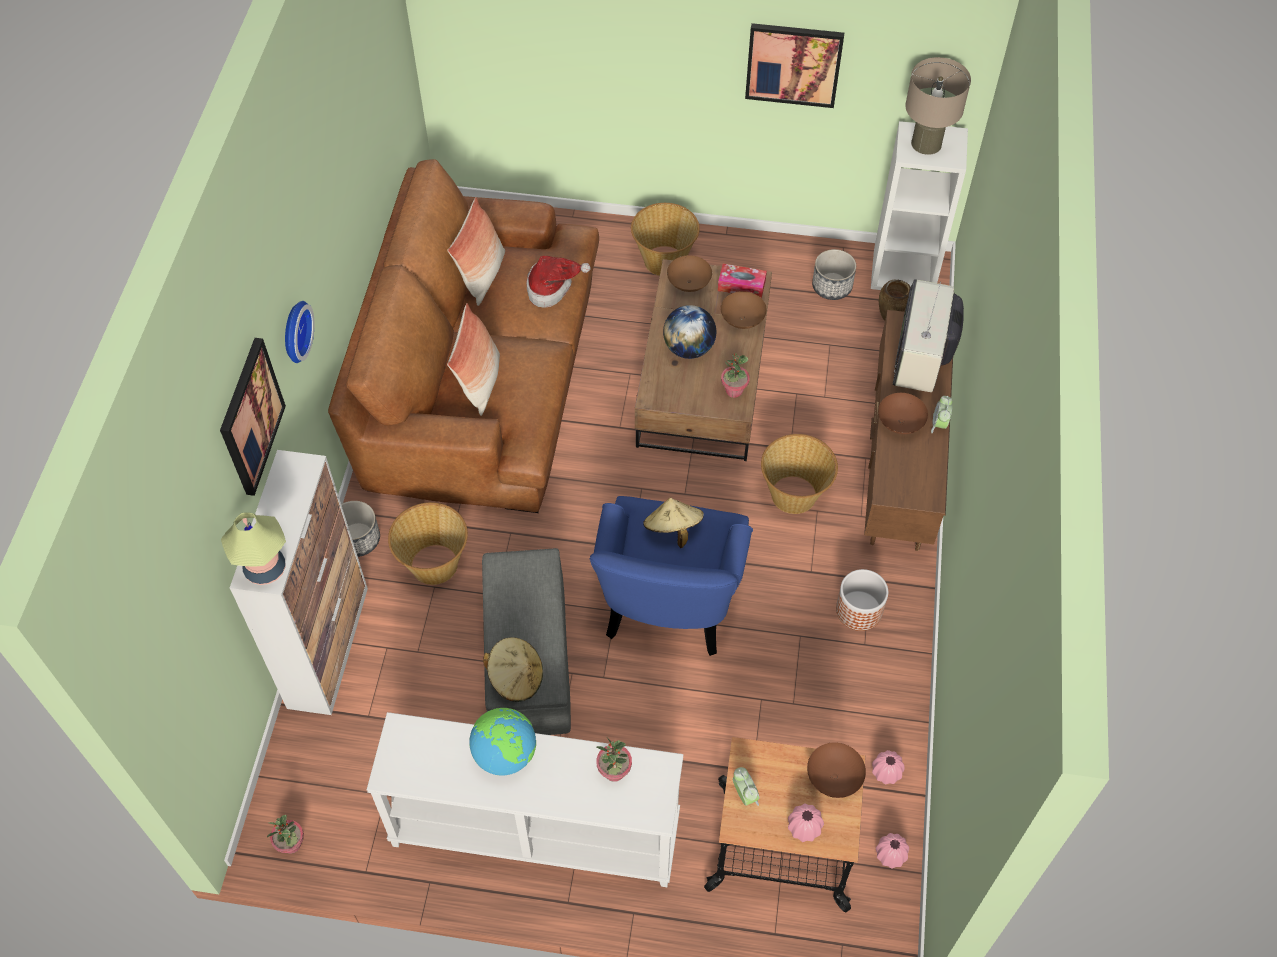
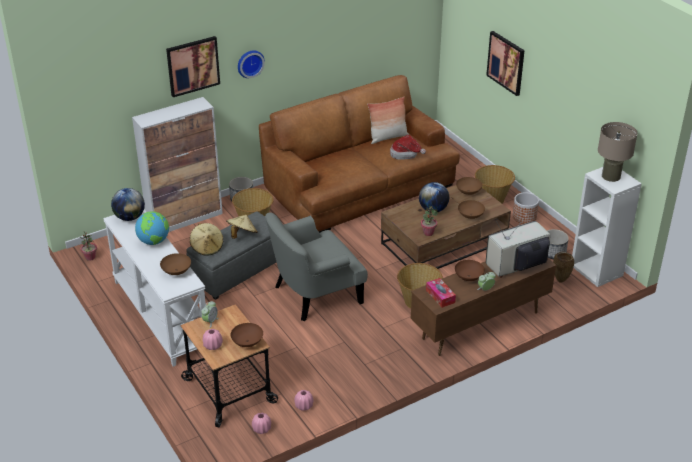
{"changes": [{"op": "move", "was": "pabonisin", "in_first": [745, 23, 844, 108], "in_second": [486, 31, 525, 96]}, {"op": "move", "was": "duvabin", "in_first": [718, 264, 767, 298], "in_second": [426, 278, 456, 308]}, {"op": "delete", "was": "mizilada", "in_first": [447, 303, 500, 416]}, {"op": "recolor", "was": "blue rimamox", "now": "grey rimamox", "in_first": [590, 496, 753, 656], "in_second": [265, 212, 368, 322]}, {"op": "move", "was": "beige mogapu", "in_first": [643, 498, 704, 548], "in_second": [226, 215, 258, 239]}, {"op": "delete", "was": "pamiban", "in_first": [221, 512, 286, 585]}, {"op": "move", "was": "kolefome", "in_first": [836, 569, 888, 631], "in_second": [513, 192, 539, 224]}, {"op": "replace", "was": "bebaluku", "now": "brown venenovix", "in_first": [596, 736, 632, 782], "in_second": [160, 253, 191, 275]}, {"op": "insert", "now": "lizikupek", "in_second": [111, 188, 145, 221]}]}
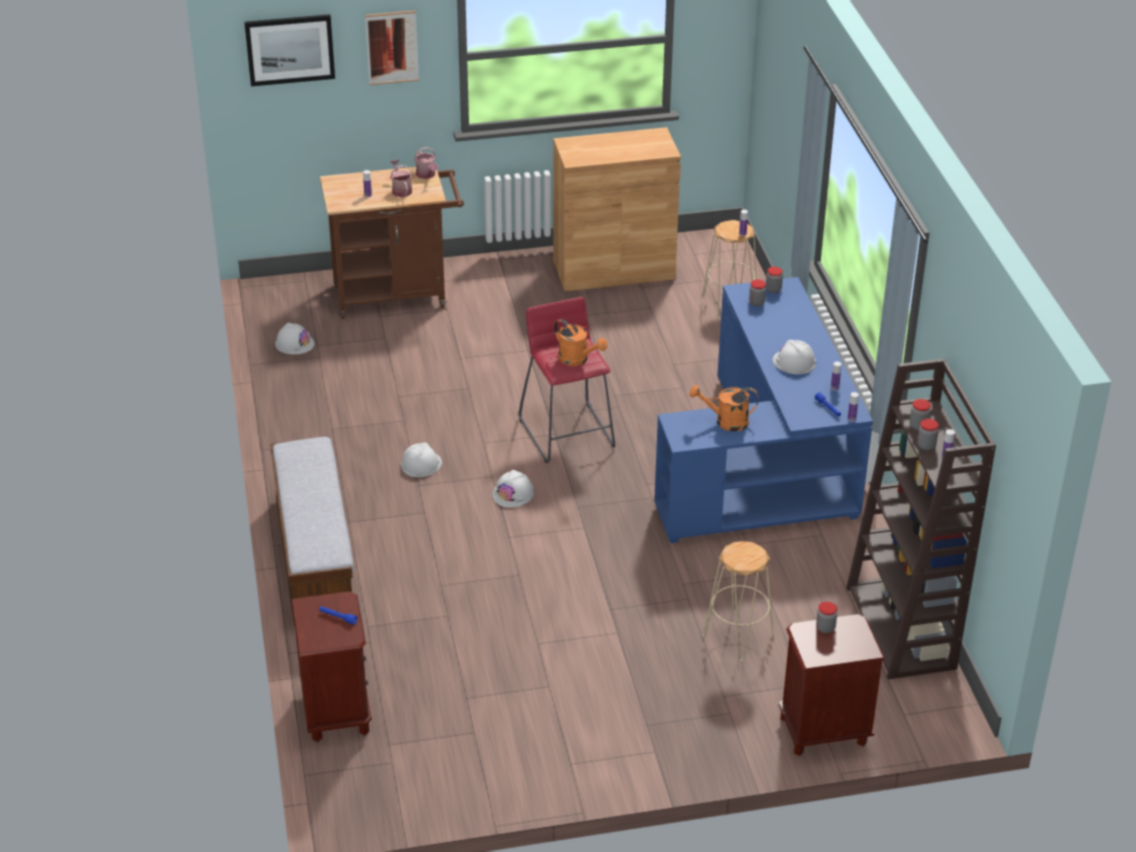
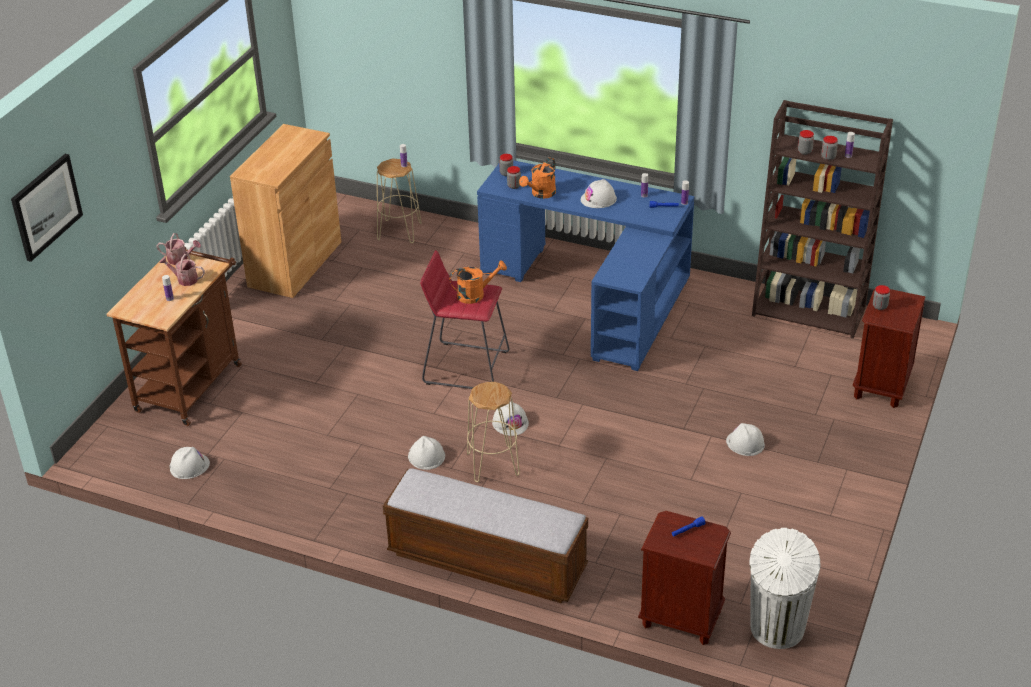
{"changes": [{"op": "delete", "was": "pabonisin", "in_first": [365, 11, 419, 85]}, {"op": "move", "was": "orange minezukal", "in_first": [689, 385, 758, 431], "in_second": [519, 158, 556, 199]}, {"op": "move", "was": "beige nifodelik", "in_first": [703, 541, 774, 661], "in_second": [467, 382, 520, 482]}, {"op": "insert", "now": "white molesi", "in_second": [726, 423, 765, 456]}, {"op": "insert", "now": "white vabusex", "in_second": [750, 528, 820, 649]}]}
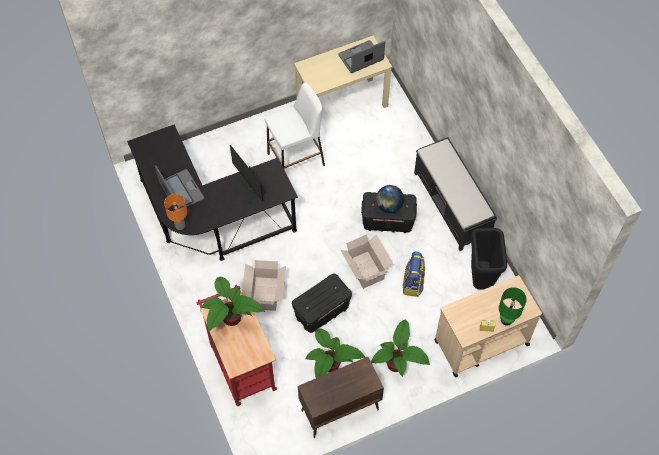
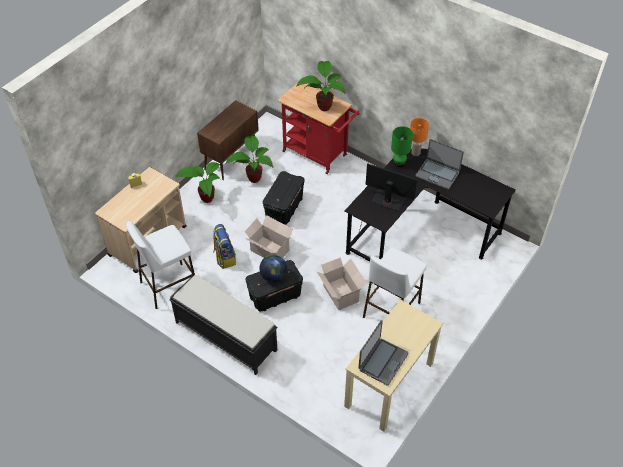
{"changes": [{"op": "replace", "was": "black vabusex", "now": "white nifodelik", "in_first": [471, 228, 507, 290], "in_second": [126, 221, 195, 309]}, {"op": "move", "was": "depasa", "in_first": [242, 260, 286, 311], "in_second": [317, 257, 367, 310]}, {"op": "move", "was": "green pamiban", "in_first": [499, 287, 527, 326], "in_second": [391, 126, 413, 168]}]}
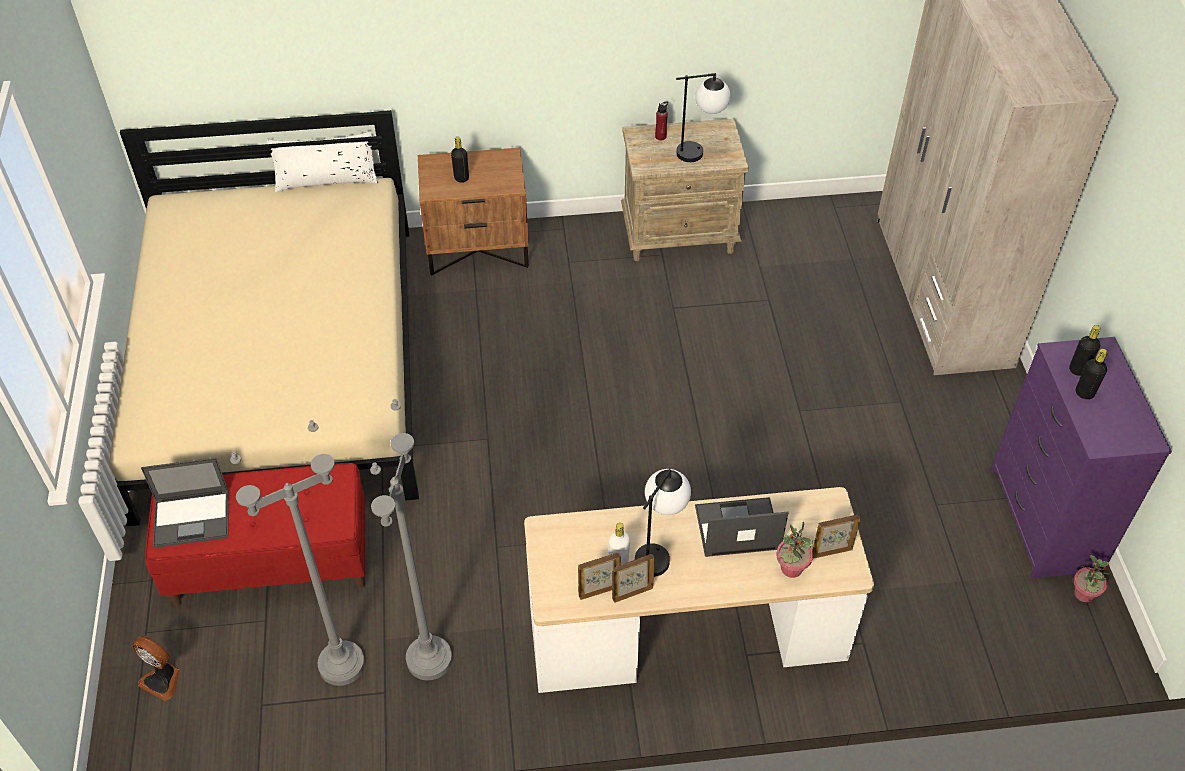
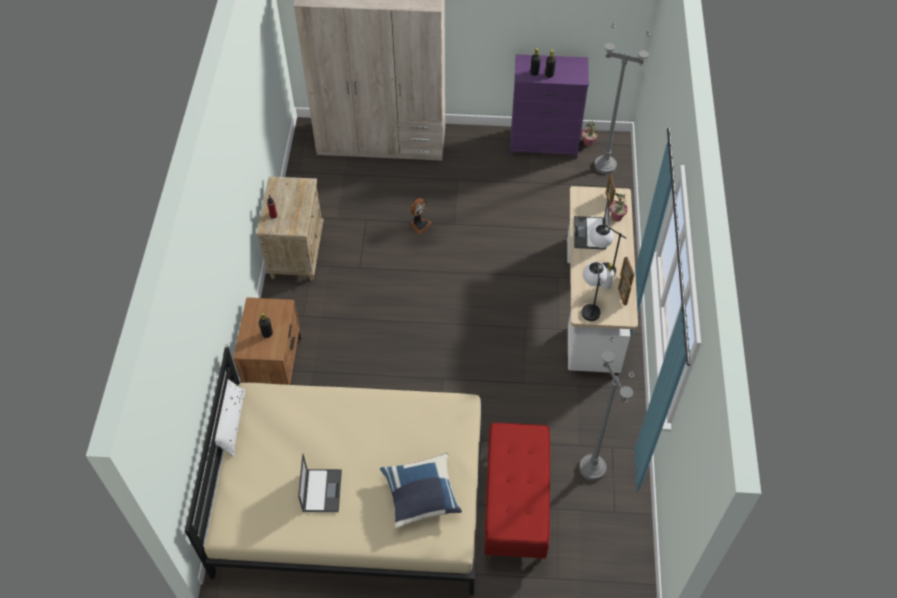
{"changes": [{"op": "move", "was": "pamiban", "in_first": [676, 73, 731, 162], "in_second": [581, 262, 608, 321]}, {"op": "move", "was": "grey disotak", "in_first": [370, 399, 452, 680], "in_second": [594, 23, 650, 174]}, {"op": "move", "was": "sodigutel", "in_first": [141, 457, 229, 548], "in_second": [298, 454, 342, 512]}, {"op": "move", "was": "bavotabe", "in_first": [132, 636, 180, 701], "in_second": [410, 198, 431, 234]}, {"op": "insert", "now": "blue mizilada", "in_second": [380, 453, 462, 528]}]}
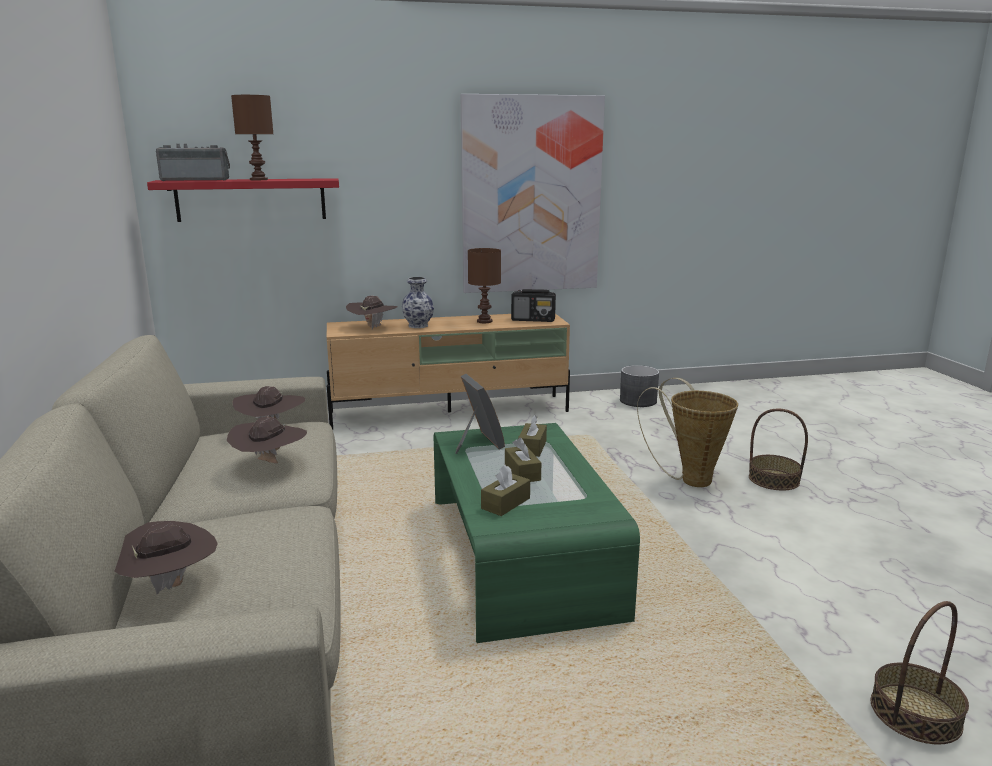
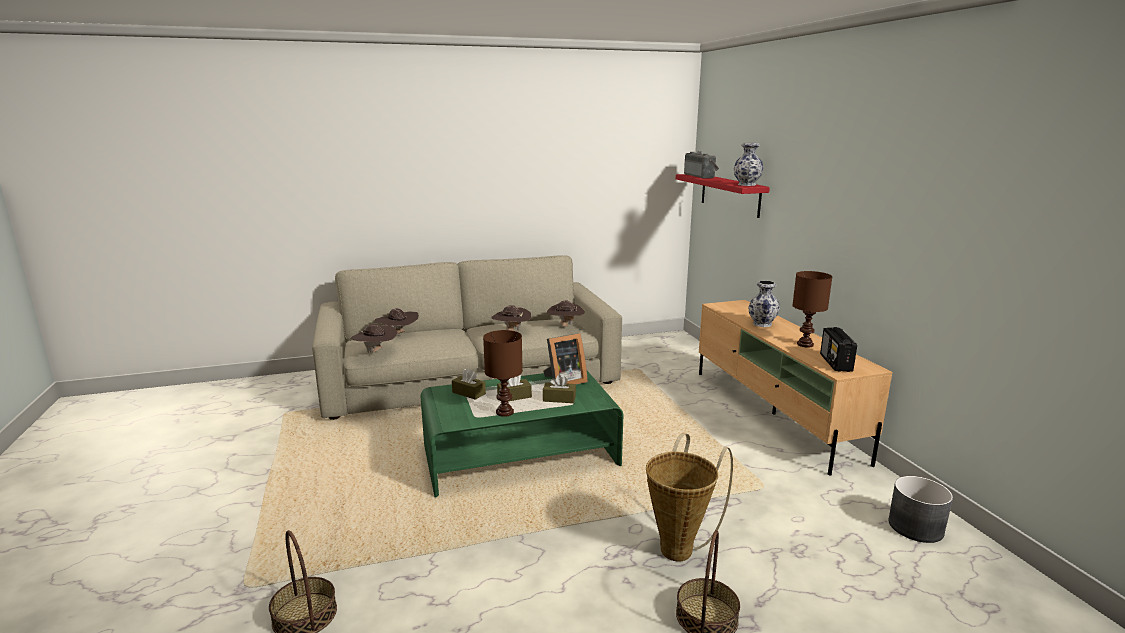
{"changes": [{"op": "delete", "was": "pabonisin", "in_first": [461, 94, 605, 293]}, {"op": "move", "was": "brown pamiban", "in_first": [231, 95, 273, 180], "in_second": [483, 330, 523, 417]}, {"op": "move", "was": "brown mogapu", "in_first": [346, 296, 398, 330], "in_second": [351, 324, 397, 352]}, {"op": "insert", "now": "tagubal", "in_second": [734, 143, 763, 186]}]}
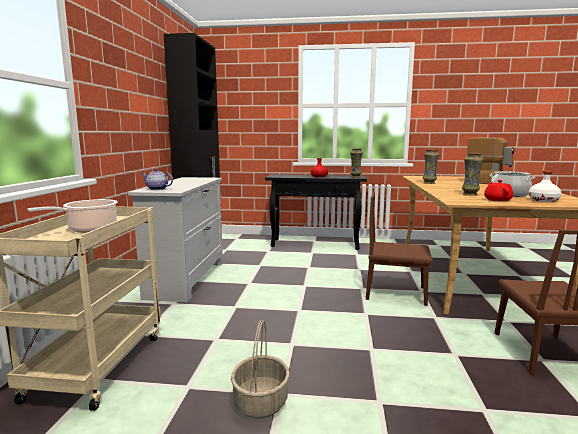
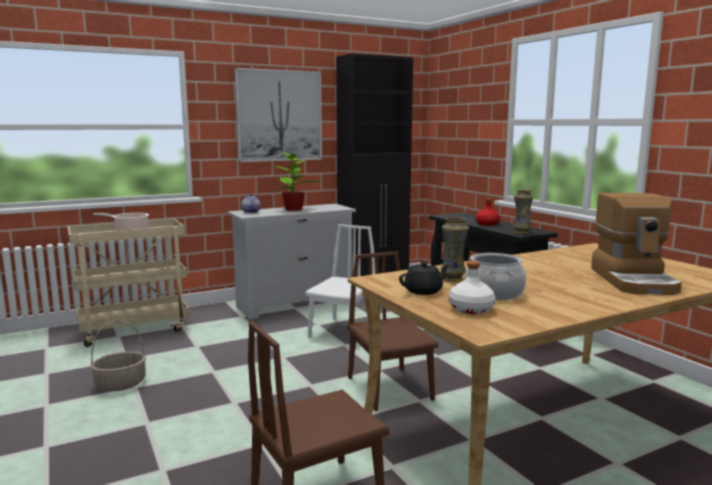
{"changes": [{"op": "delete", "was": "tagubal", "in_first": [423, 150, 439, 184]}, {"op": "recolor", "was": "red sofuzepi", "now": "black sofuzepi", "in_first": [484, 180, 513, 201], "in_second": [399, 262, 450, 295]}, {"op": "insert", "now": "pabonisin", "in_second": [234, 68, 322, 162]}, {"op": "insert", "now": "bebaluku", "in_second": [271, 152, 319, 211]}, {"op": "insert", "now": "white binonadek", "in_second": [305, 224, 375, 338]}]}
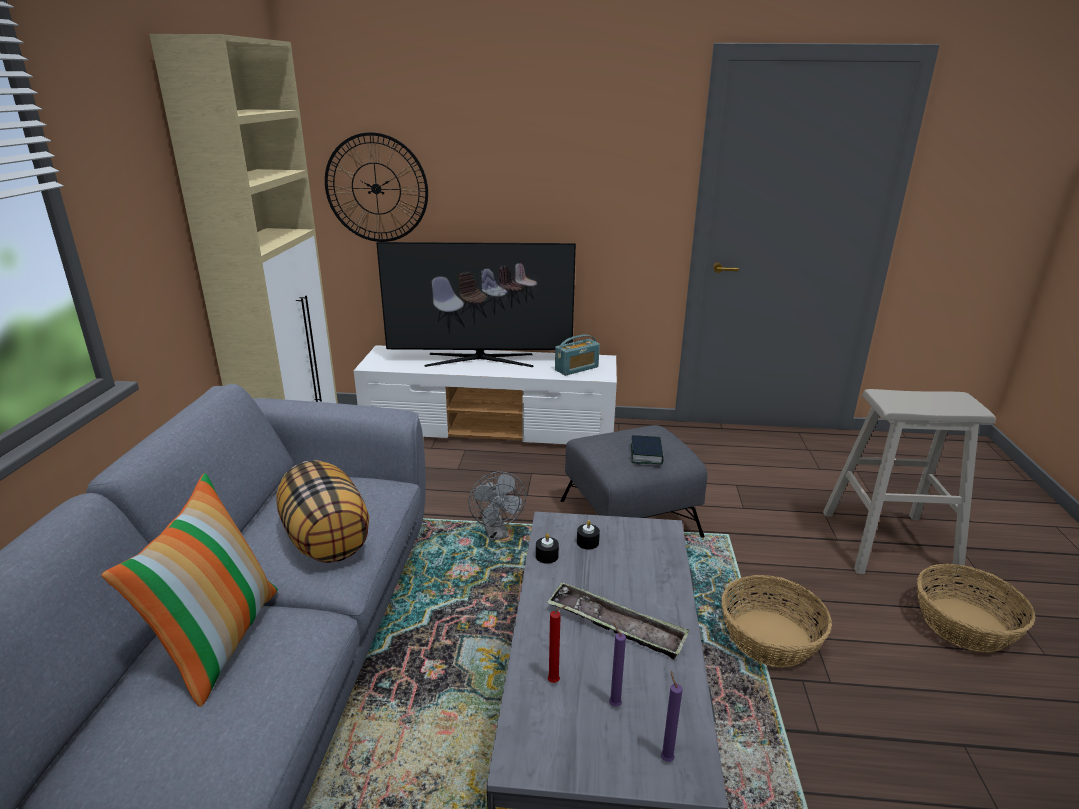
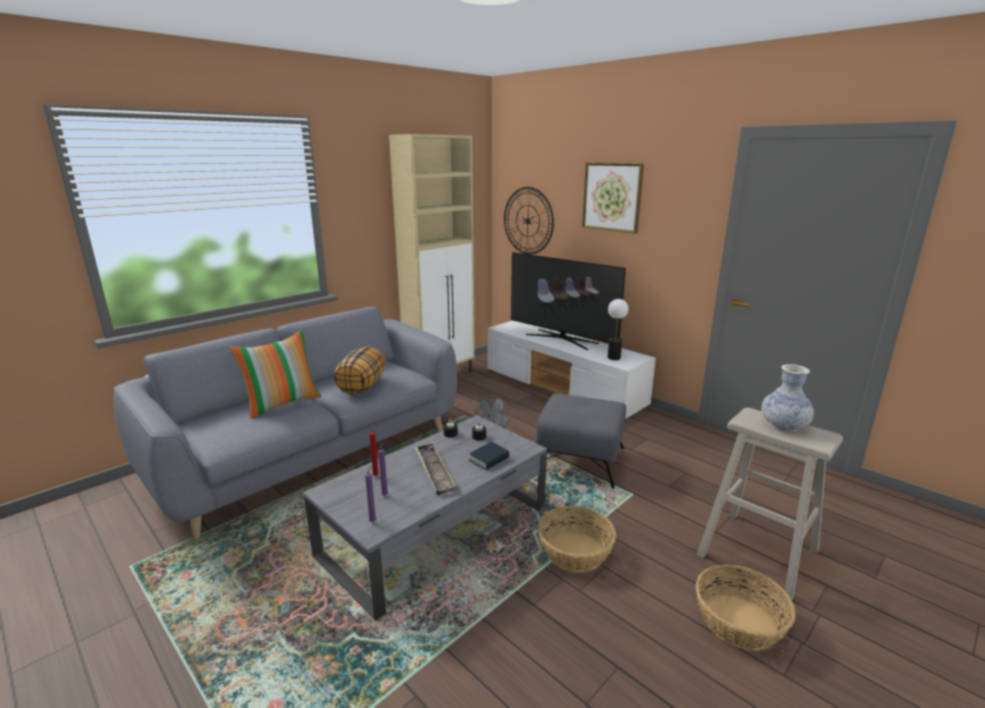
{"changes": [{"op": "replace", "was": "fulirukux", "now": "pamiban", "in_first": [555, 335, 600, 376], "in_second": [608, 299, 628, 360]}, {"op": "move", "was": "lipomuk", "in_first": [631, 435, 664, 465], "in_second": [469, 442, 509, 470]}, {"op": "insert", "now": "pabonisin", "in_second": [582, 163, 644, 233]}, {"op": "insert", "now": "tagubal", "in_second": [761, 364, 814, 432]}]}
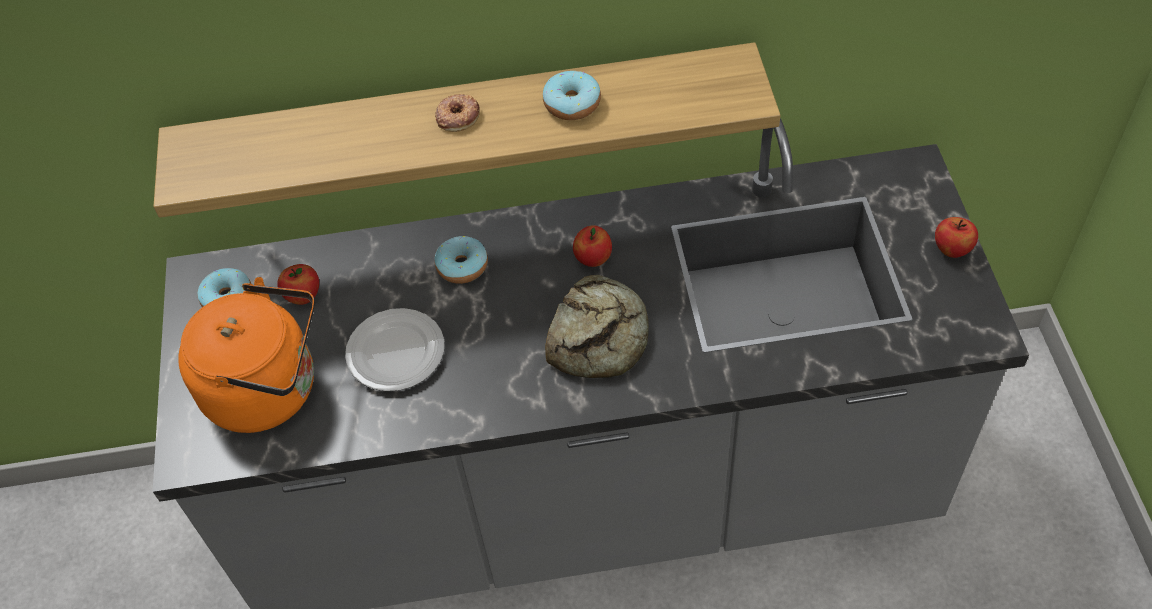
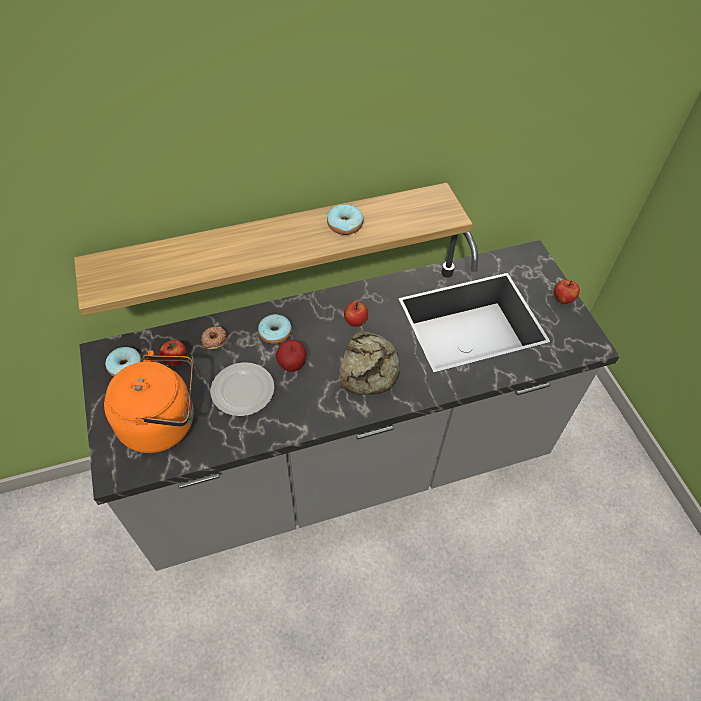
{"changes": [{"op": "move", "was": "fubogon", "in_first": [435, 94, 480, 132], "in_second": [201, 326, 227, 349]}, {"op": "insert", "now": "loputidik", "in_second": [276, 339, 306, 372]}]}
